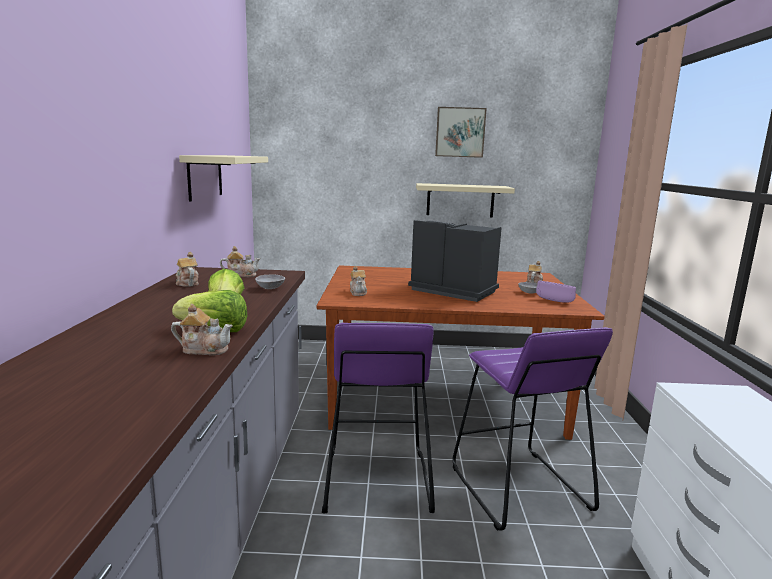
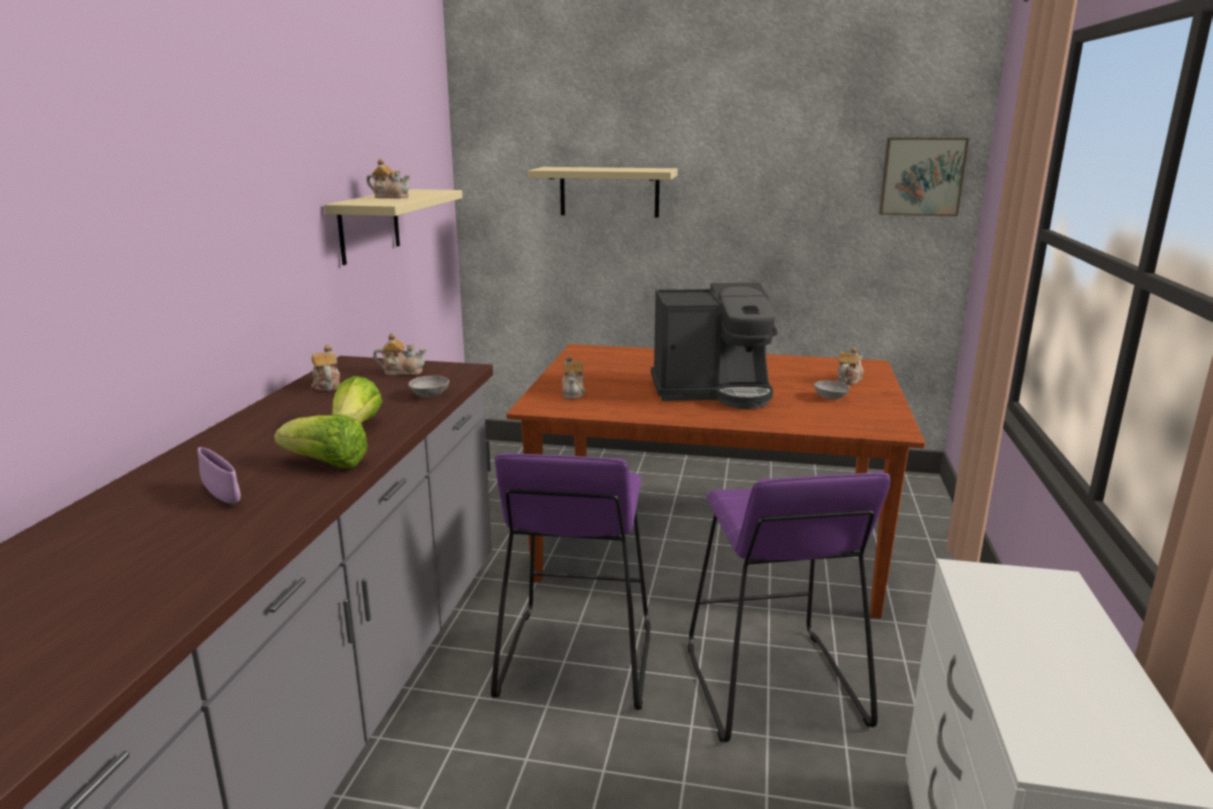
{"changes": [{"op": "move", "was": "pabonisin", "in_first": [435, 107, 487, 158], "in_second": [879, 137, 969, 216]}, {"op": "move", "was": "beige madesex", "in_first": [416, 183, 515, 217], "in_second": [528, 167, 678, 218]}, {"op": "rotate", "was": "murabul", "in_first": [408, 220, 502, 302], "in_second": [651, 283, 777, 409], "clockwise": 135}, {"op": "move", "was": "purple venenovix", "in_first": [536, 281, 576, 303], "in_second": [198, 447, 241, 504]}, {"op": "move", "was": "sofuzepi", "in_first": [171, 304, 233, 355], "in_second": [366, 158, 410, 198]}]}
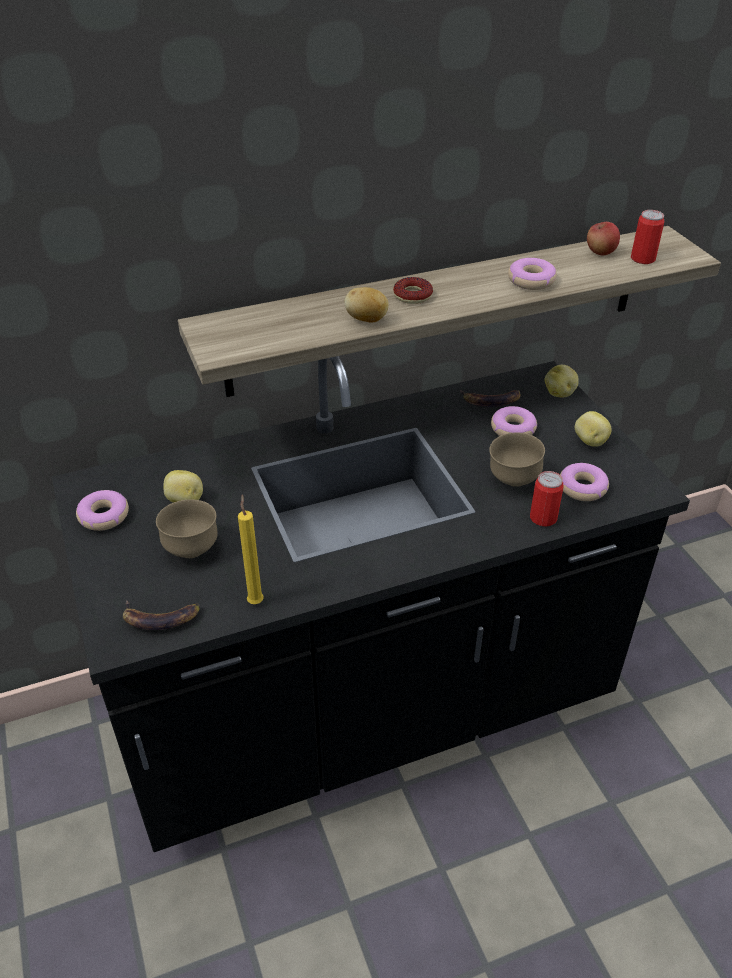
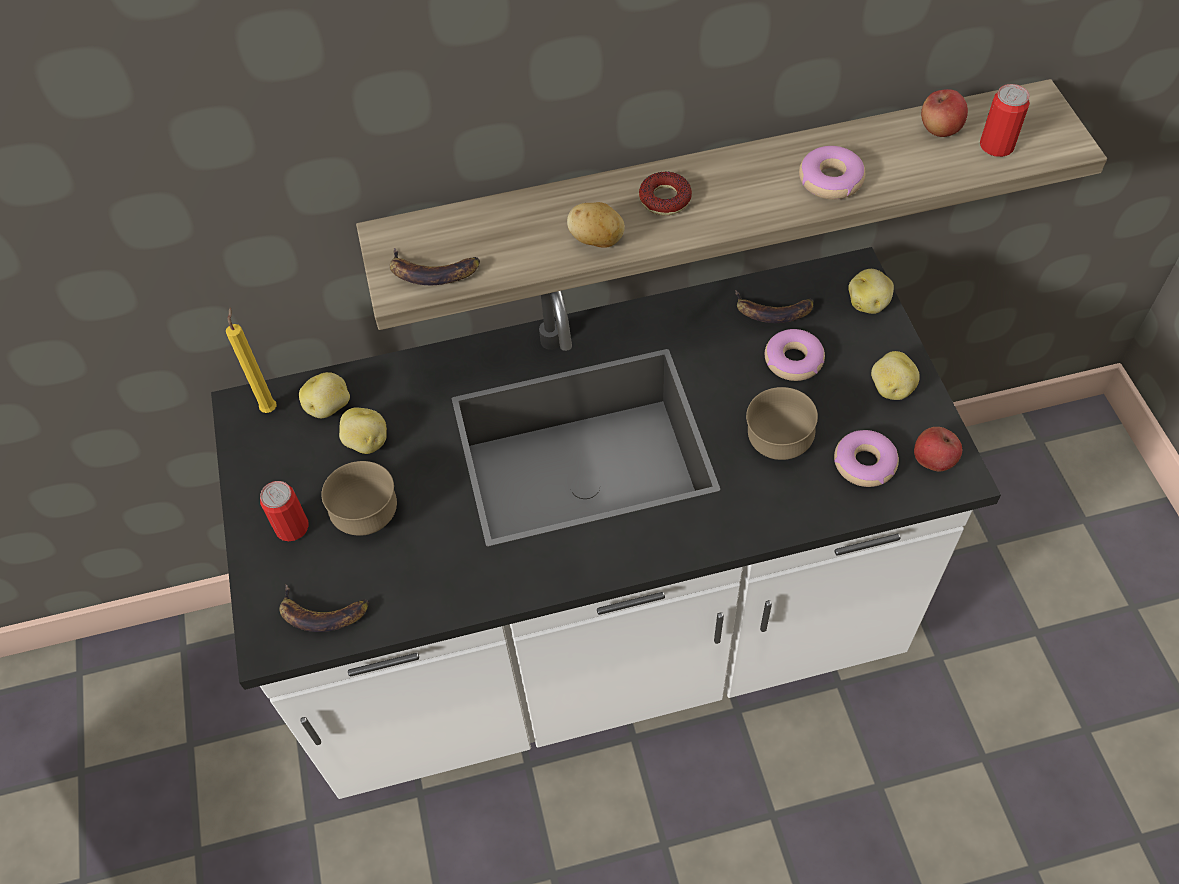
{"changes": [{"op": "recolor", "was": "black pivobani", "now": "white pivobani", "in_first": [52, 356, 690, 852], "in_second": [211, 247, 1001, 799]}, {"op": "move", "was": "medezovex", "in_first": [530, 471, 564, 526], "in_second": [260, 481, 309, 541]}, {"op": "delete", "was": "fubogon", "in_first": [76, 490, 129, 531]}, {"op": "move", "was": "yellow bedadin", "in_first": [238, 494, 264, 604], "in_second": [226, 307, 277, 413]}, {"op": "insert", "now": "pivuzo", "in_second": [390, 248, 480, 285]}, {"op": "insert", "now": "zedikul", "in_second": [299, 372, 350, 418]}, {"op": "insert", "now": "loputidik", "in_second": [914, 427, 962, 471]}]}
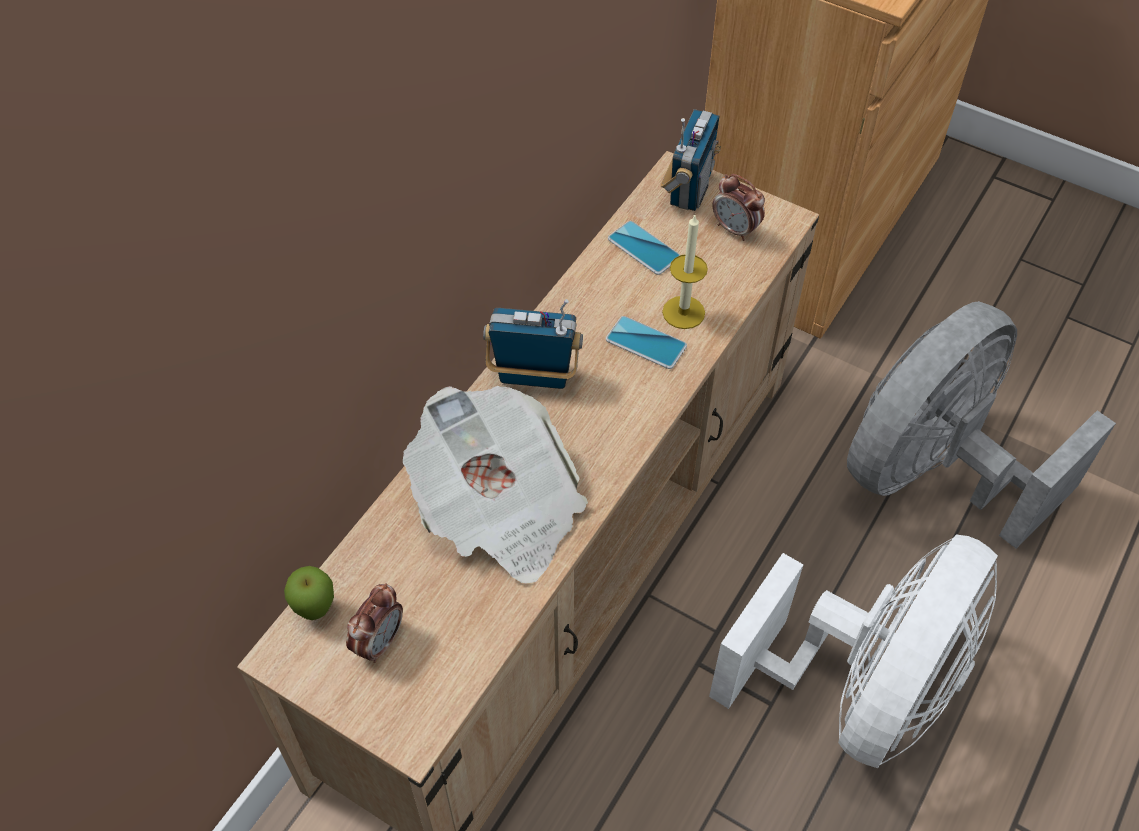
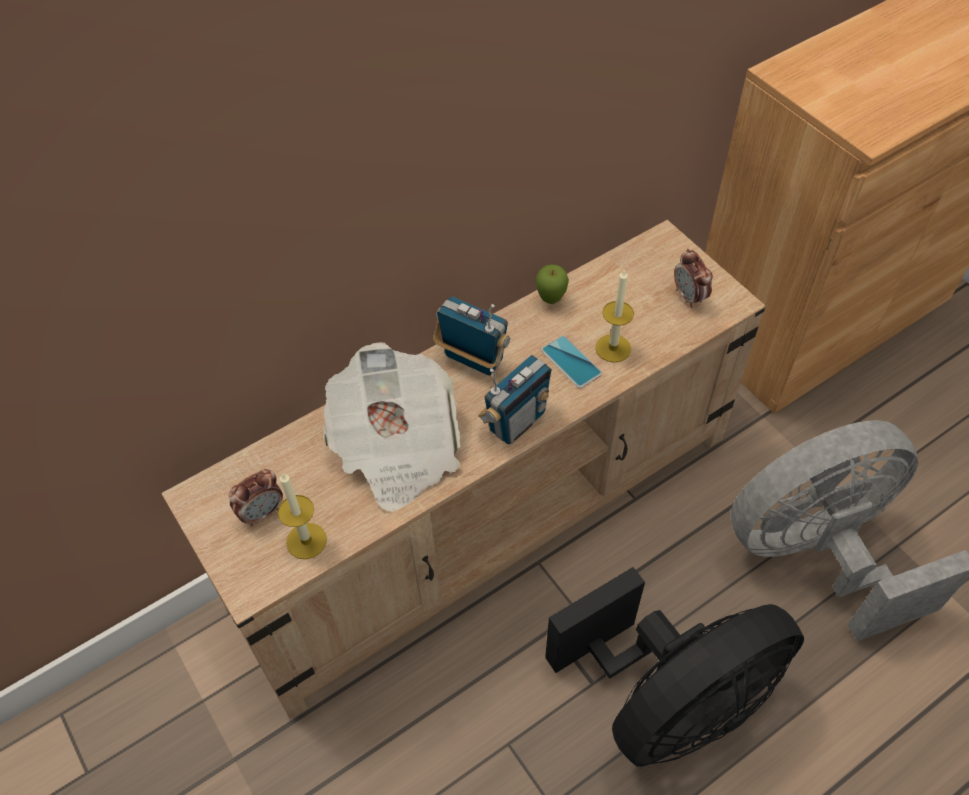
{"changes": [{"op": "move", "was": "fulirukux", "in_first": [660, 109, 721, 211], "in_second": [478, 355, 552, 445]}, {"op": "delete", "was": "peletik", "in_first": [608, 221, 680, 275]}, {"op": "recolor", "was": "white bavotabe", "now": "black bavotabe", "in_first": [709, 535, 998, 768], "in_second": [545, 567, 804, 767]}, {"op": "move", "was": "loputidik", "in_first": [284, 566, 334, 620], "in_second": [536, 264, 569, 304]}, {"op": "insert", "now": "bedadin", "in_second": [278, 472, 327, 559]}]}
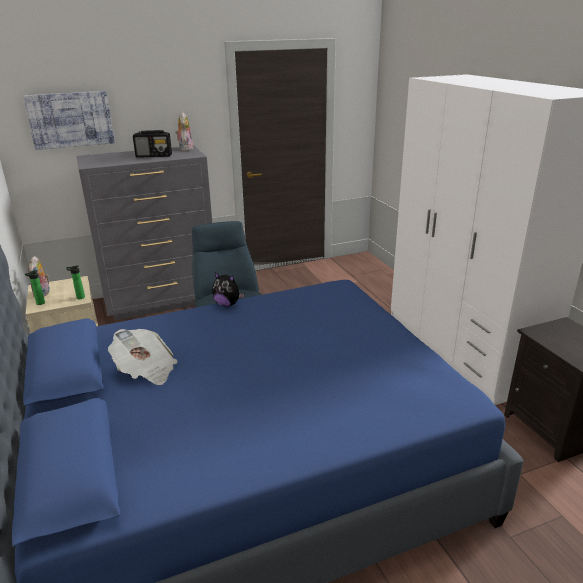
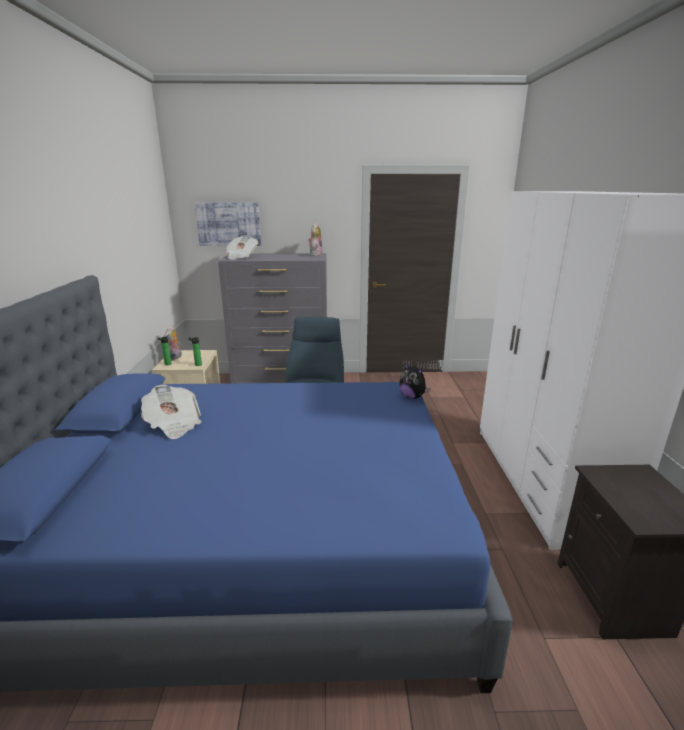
{"changes": [{"op": "delete", "was": "fulirukux", "in_first": [133, 130, 172, 158]}, {"op": "move", "was": "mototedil", "in_first": [212, 272, 244, 307], "in_second": [399, 363, 431, 399]}, {"op": "insert", "now": "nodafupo", "in_second": [226, 235, 258, 259]}]}
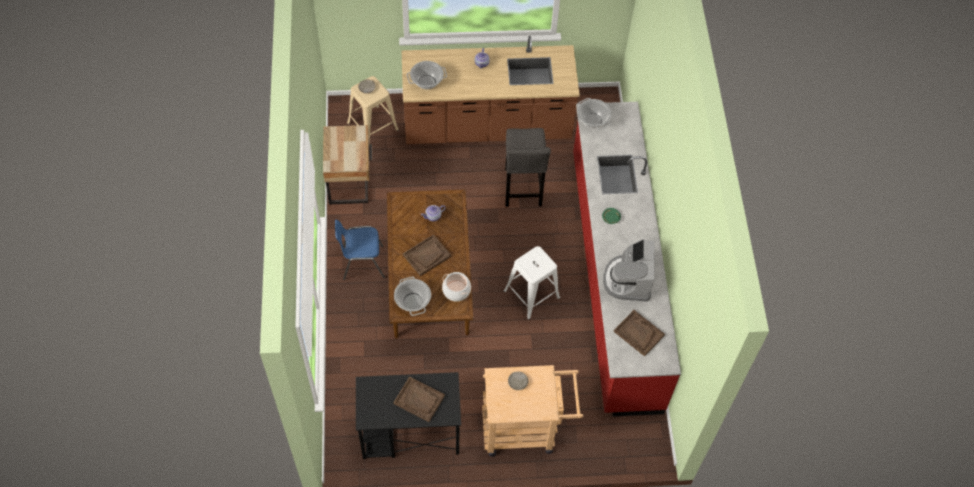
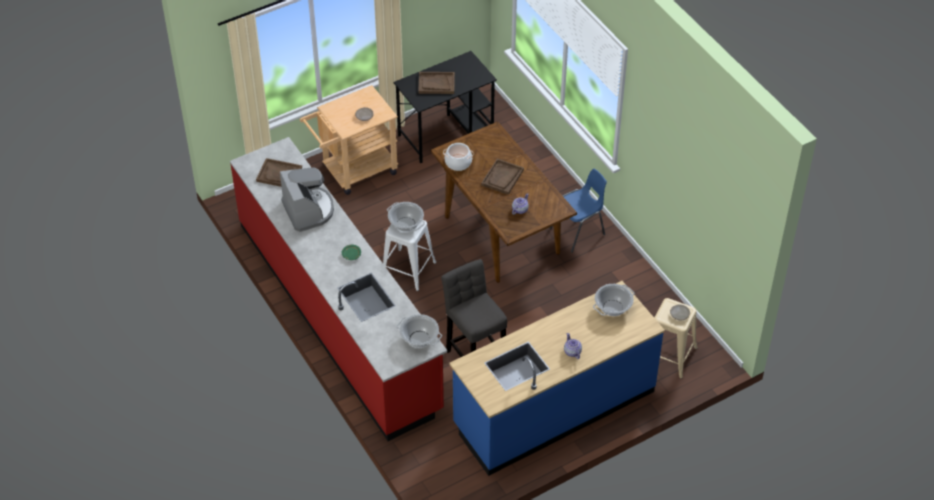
{"changes": [{"op": "recolor", "was": "brown pivobani", "now": "blue pivobani", "in_first": [402, 35, 580, 144], "in_second": [449, 281, 665, 476]}, {"op": "delete", "was": "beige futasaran", "in_first": [323, 125, 372, 205]}, {"op": "move", "was": "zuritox", "in_first": [394, 277, 431, 316], "in_second": [387, 202, 425, 232]}]}
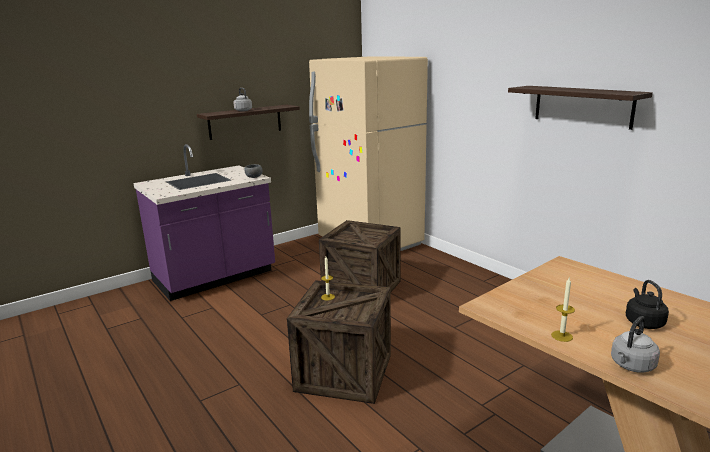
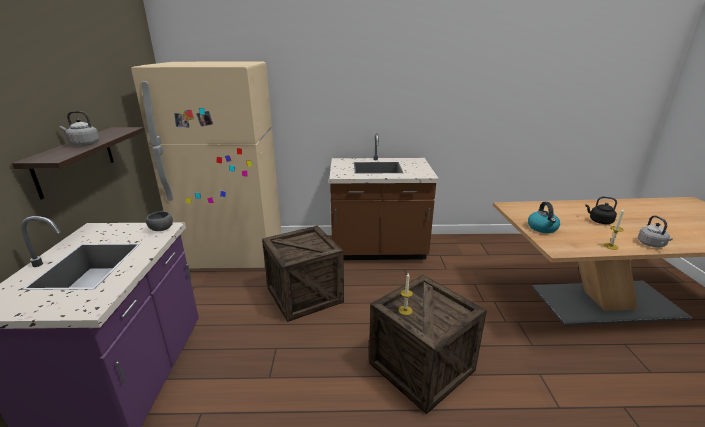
{"changes": [{"op": "delete", "was": "madesex", "in_first": [508, 86, 653, 130]}, {"op": "insert", "now": "brown pivobani", "in_second": [329, 133, 439, 260]}, {"op": "insert", "now": "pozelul", "in_second": [528, 202, 560, 233]}]}
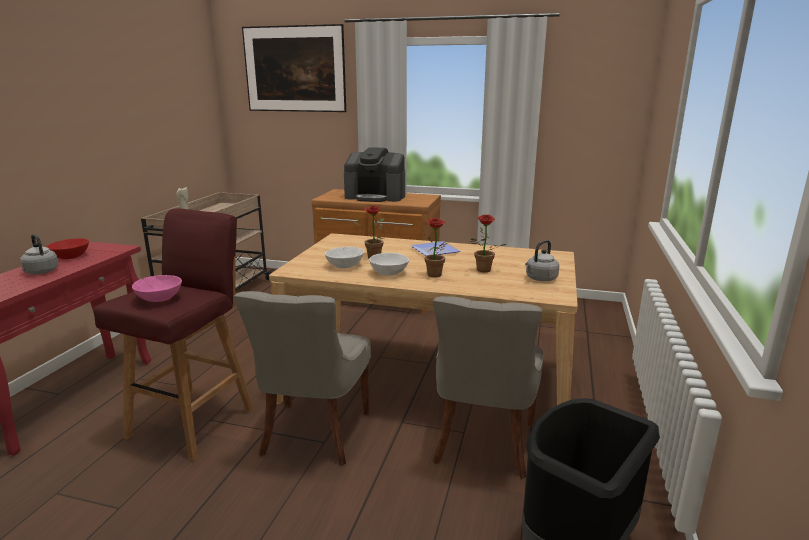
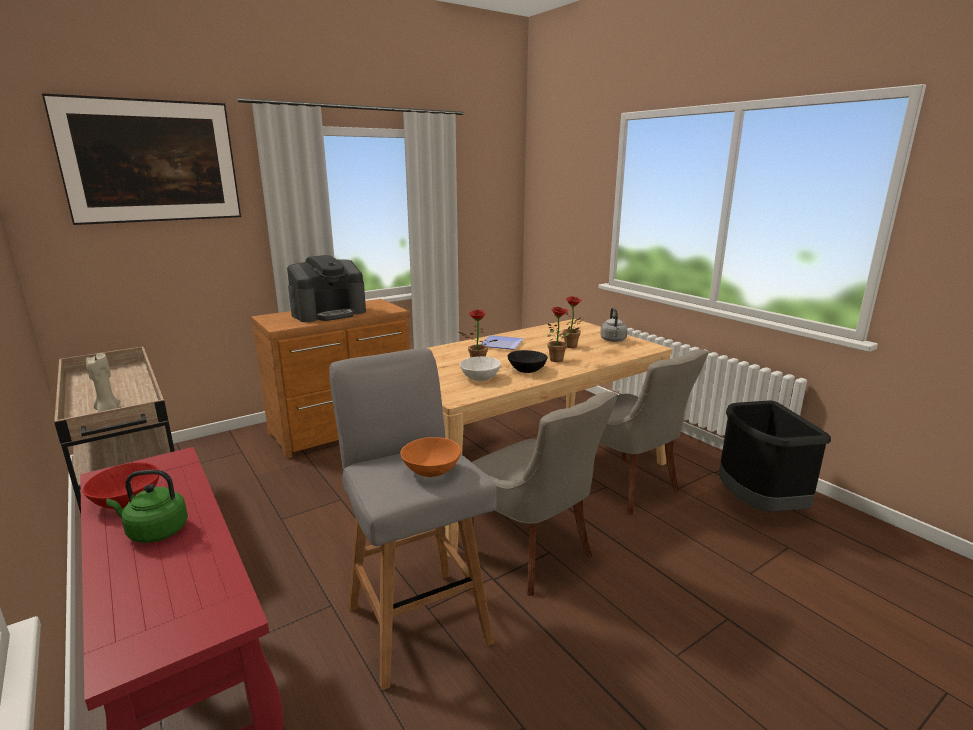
{"changes": [{"op": "recolor", "was": "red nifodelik", "now": "grey nifodelik", "in_first": [93, 209, 254, 461], "in_second": [329, 348, 497, 690]}, {"op": "recolor", "was": "grey pozelul", "now": "green pozelul", "in_first": [20, 234, 58, 274], "in_second": [106, 470, 188, 543]}, {"op": "recolor", "was": "white venenovix", "now": "black venenovix", "in_first": [369, 253, 409, 276], "in_second": [508, 350, 548, 373]}, {"op": "recolor", "was": "pink venenovix", "now": "orange venenovix", "in_first": [132, 275, 182, 302], "in_second": [400, 437, 461, 477]}]}
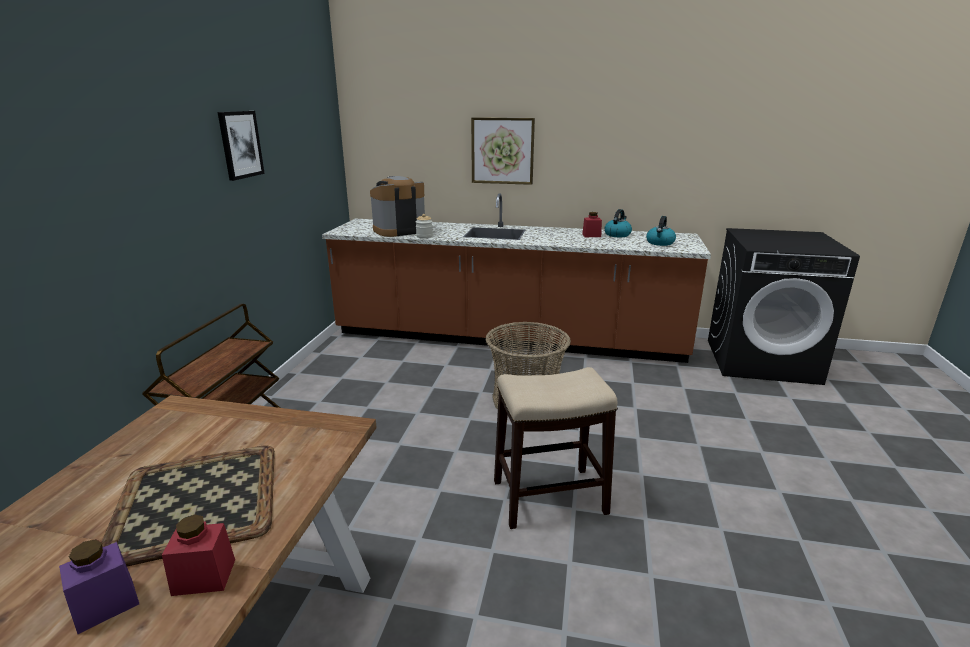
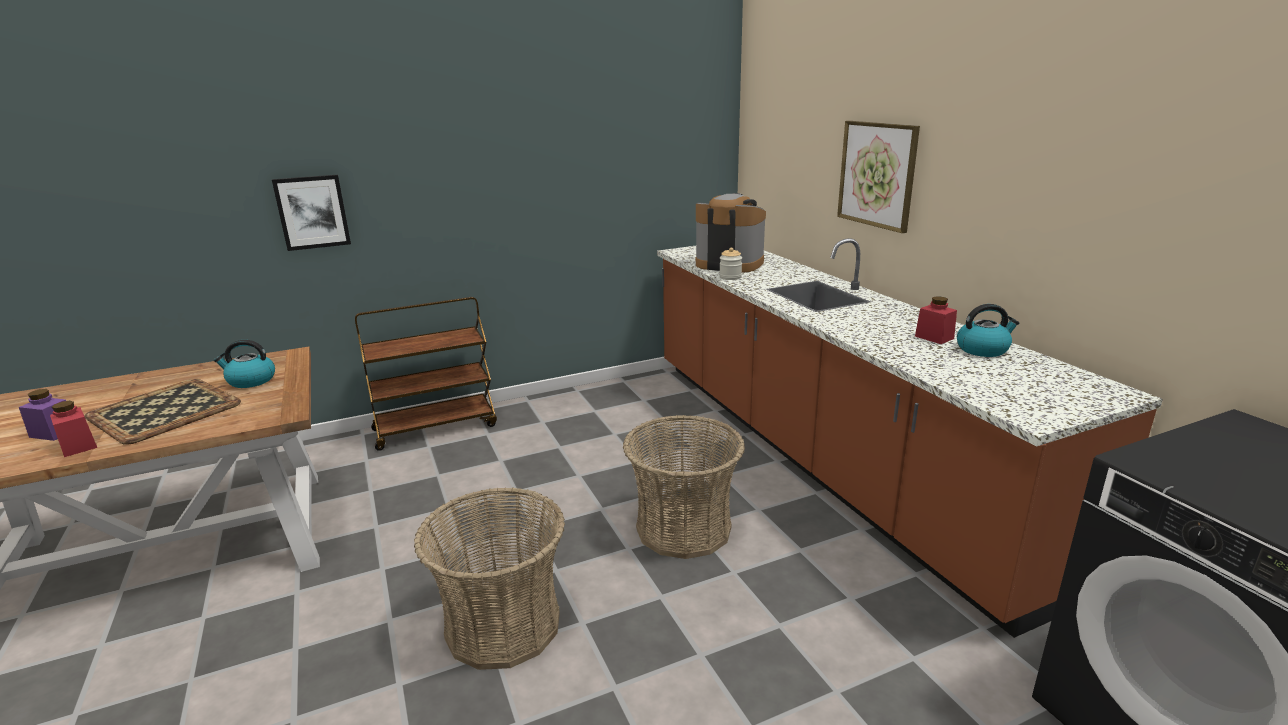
{"changes": [{"op": "move", "was": "pabonisin", "in_first": [218, 111, 265, 181], "in_second": [272, 175, 351, 251]}, {"op": "move", "was": "pozelul", "in_first": [646, 216, 676, 246], "in_second": [214, 340, 275, 388]}, {"op": "replace", "was": "nifodelik", "now": "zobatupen", "in_first": [494, 367, 618, 529], "in_second": [414, 487, 565, 670]}]}
